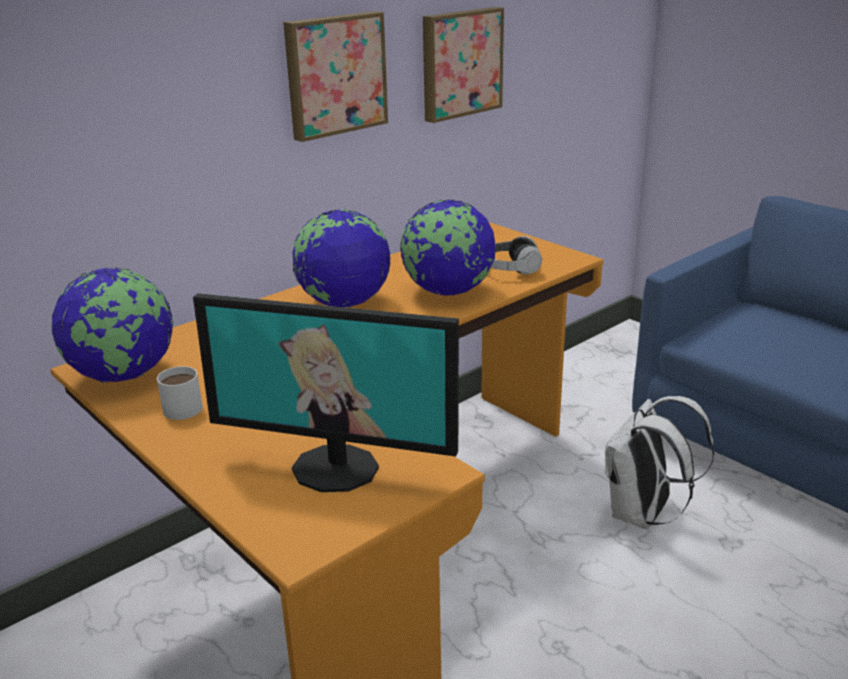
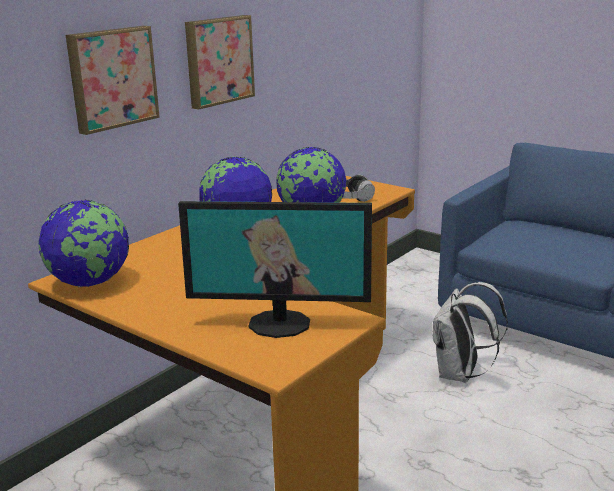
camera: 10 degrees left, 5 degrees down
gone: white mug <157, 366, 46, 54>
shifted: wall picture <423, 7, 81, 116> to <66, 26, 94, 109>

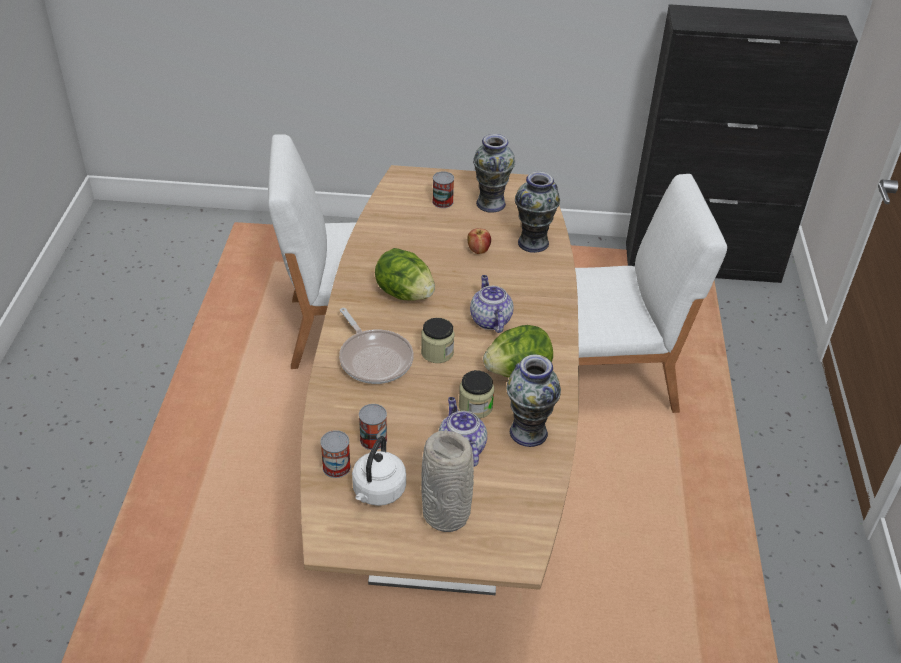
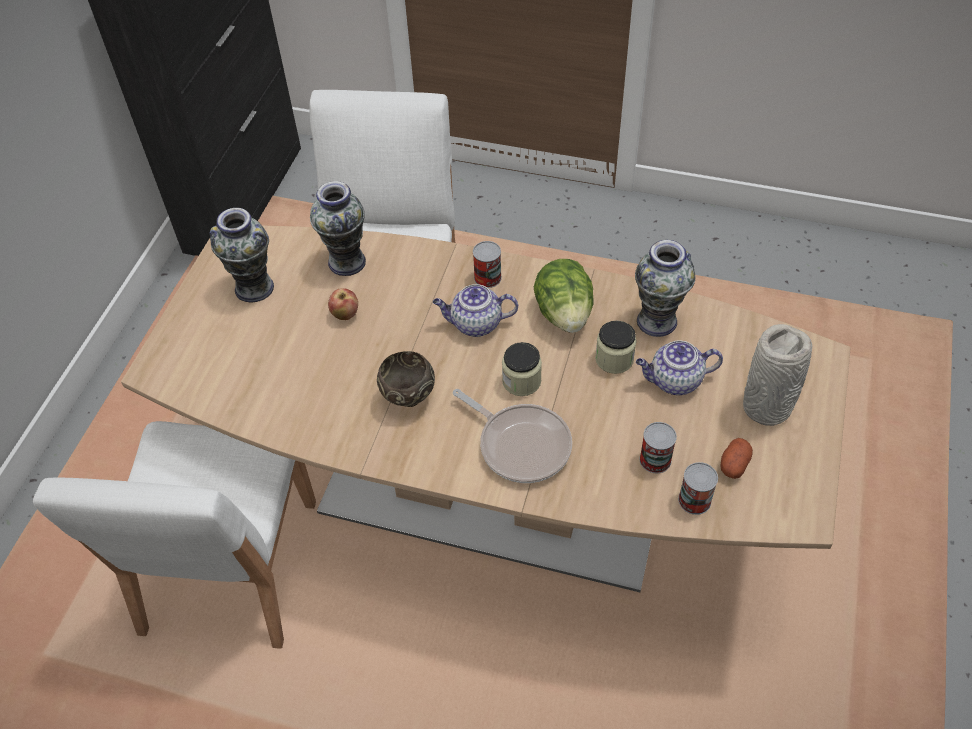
camera: 75 degrees left, 10 degrees up
shifted: metal can <432, 171, 22, 37> to <473, 241, 29, 47>
swapped: white kettle <352, 436, 54, 70> to spud <720, 438, 33, 41>; head of lettuce <375, 248, 60, 52> to brown deep dish <377, 351, 58, 56>
rotated: pan <339, 308, 75, 76> = <453, 389, 119, 94> 60 degrees clockwise

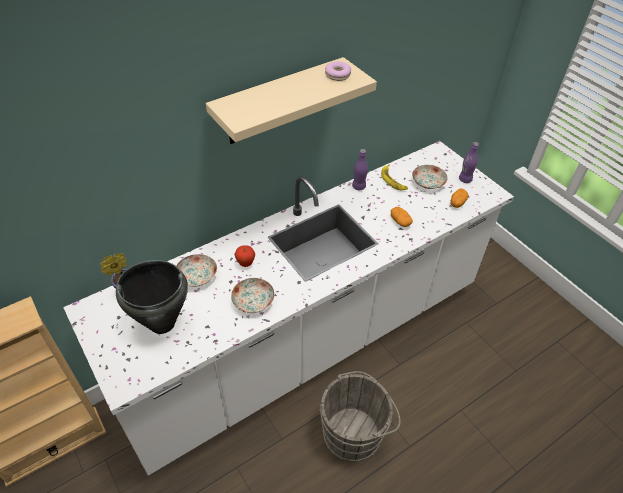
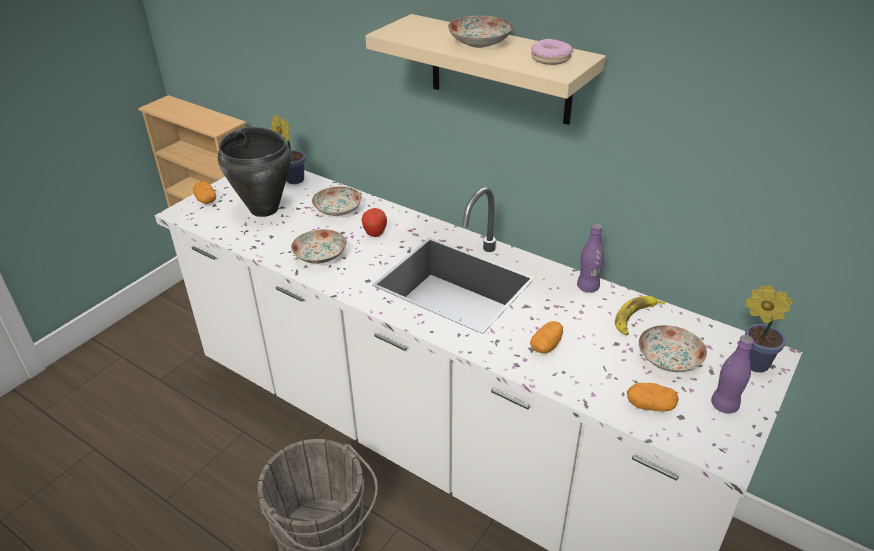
camera: 70 degrees right, 10 degrees down
new: spud <193, 181, 23, 23>; plate <448, 16, 65, 32>; plant in a pot <745, 285, 48, 87>

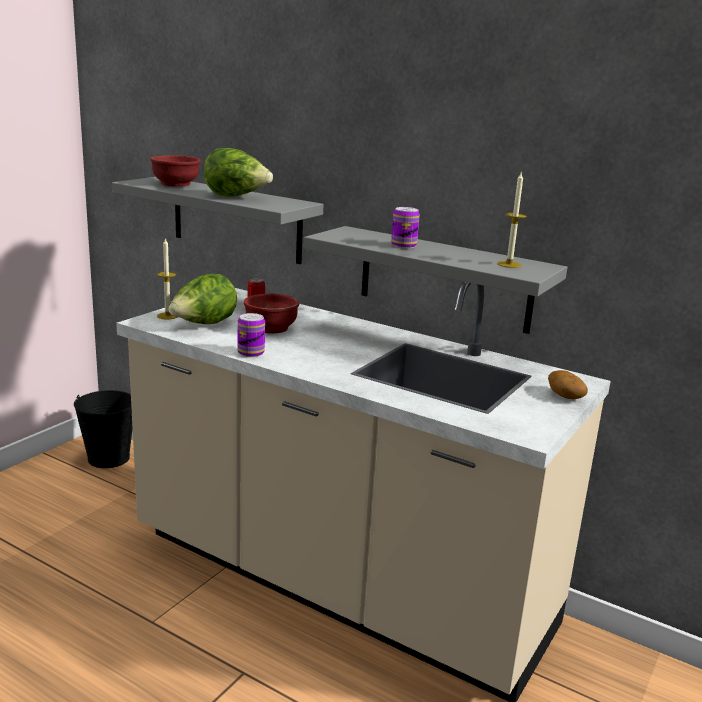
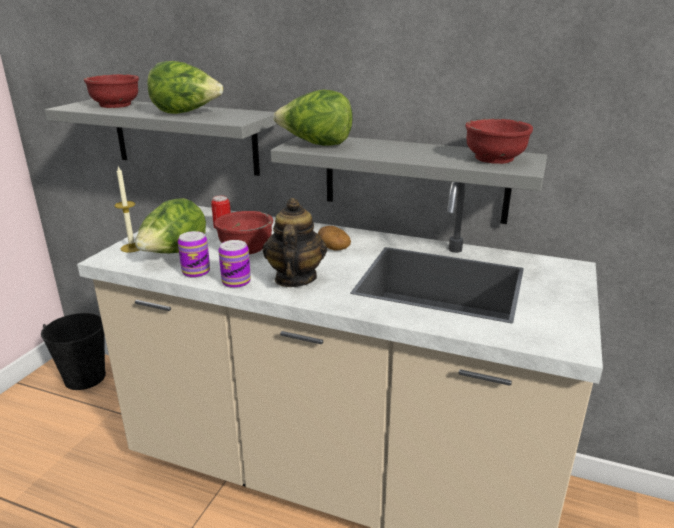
camera: 10 degrees left, 5 degrees up
new: pot for tea <263, 198, 64, 89>; head of lettuce <273, 90, 80, 56>
shifted: metal can <391, 207, 29, 42> to <178, 231, 32, 47>; spud <548, 370, 40, 29> to <318, 226, 33, 24>
swapped: candle <497, 173, 30, 95> to red-coloured deep dish <465, 119, 68, 45>

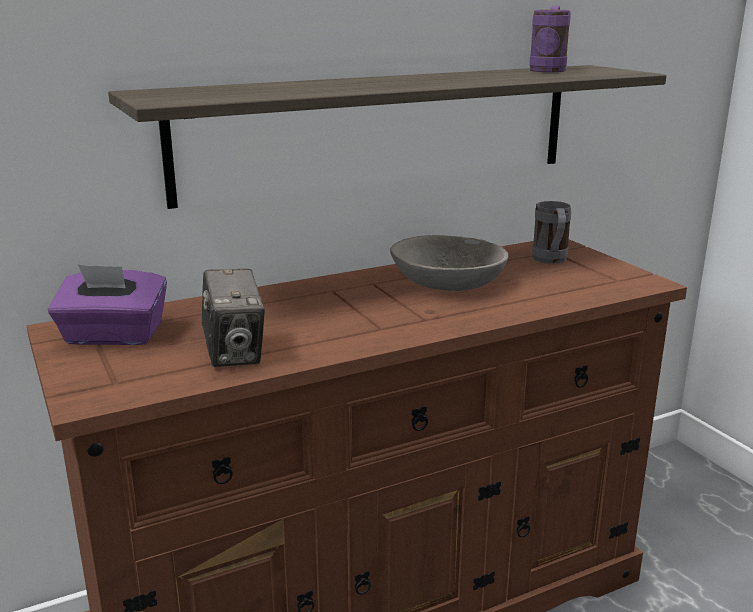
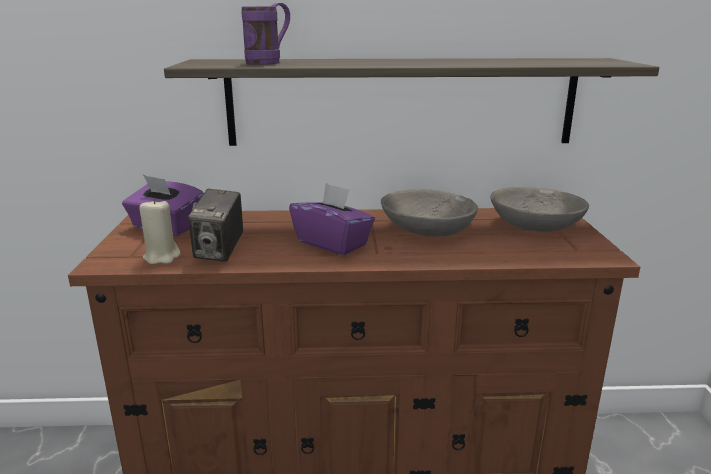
camera: 25 degrees right, 0 degrees up
new: beige candle <139, 198, 41, 66>; purple box of tissues <289, 183, 86, 72>
shifted: purple mug <529, 6, 42, 66> to <241, 3, 49, 62>
swapped: greyish mug <532, 201, 39, 63> to greyish deep dish <490, 187, 99, 44>

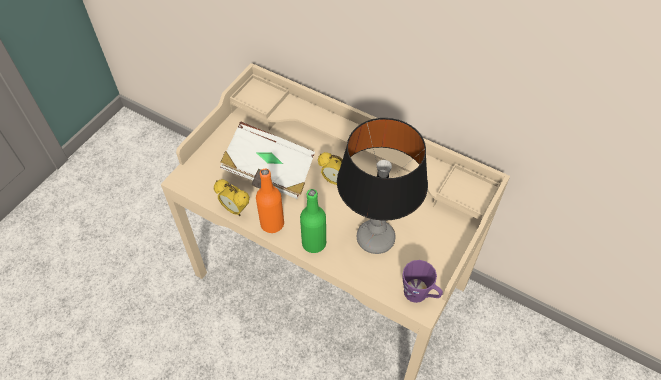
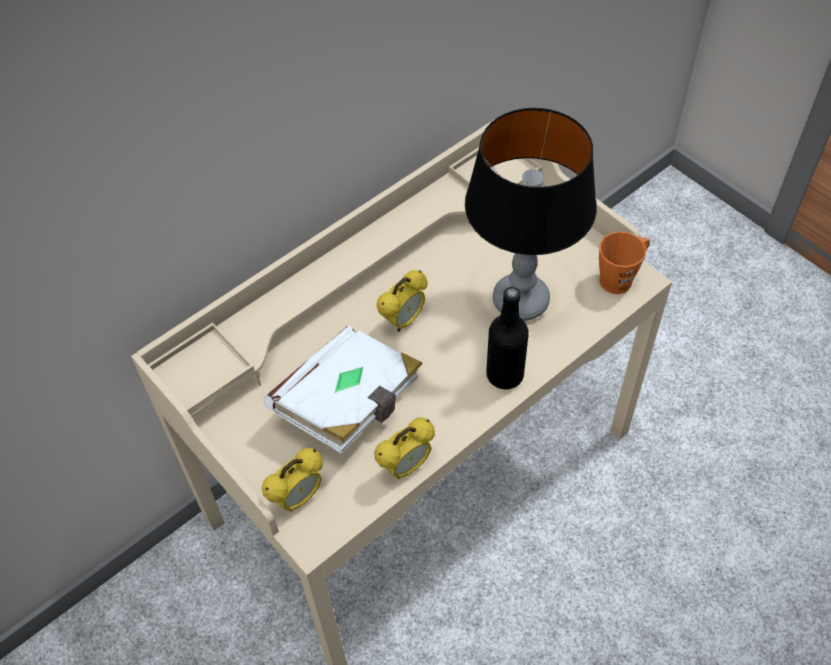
camera: 70 degrees left, 0 degrees up
gone: orange drink bottle <256, 169, 28, 64>
new: table clock <262, 448, 61, 63>
repainted: greenish drink bottle <300, 189, 26, 64> to blackish drink bottle <486, 287, 43, 102>; purple mug <403, 260, 40, 43> to orange mug <599, 231, 51, 63>

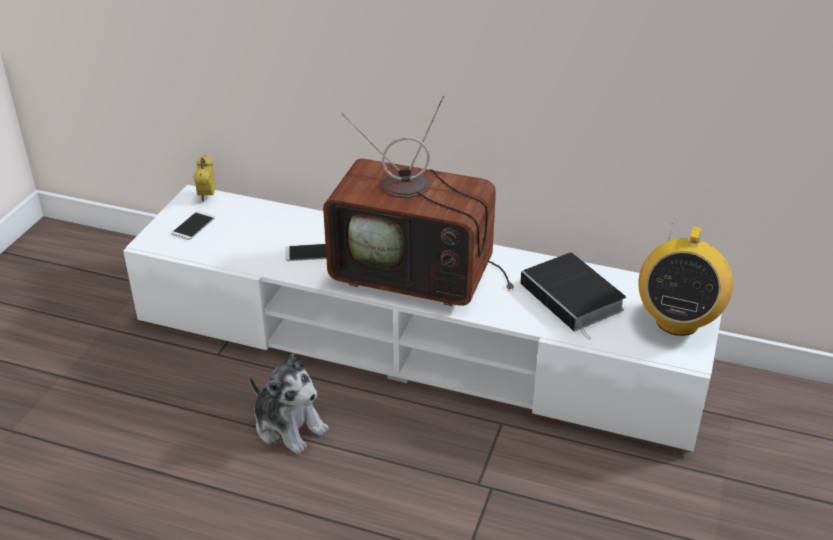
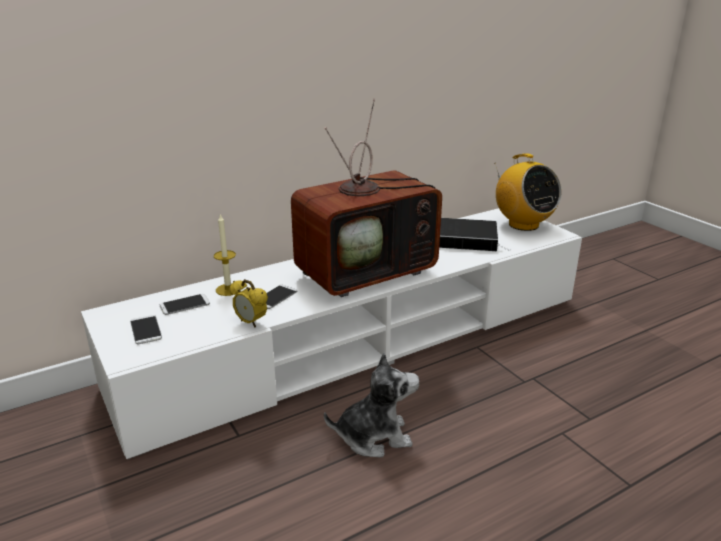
camera: 50 degrees left, 10 degrees down
new: handset <160, 294, 50, 21>; candle <214, 213, 27, 83>
shifted: table clock <193, 155, 22, 46> to <229, 279, 39, 49>

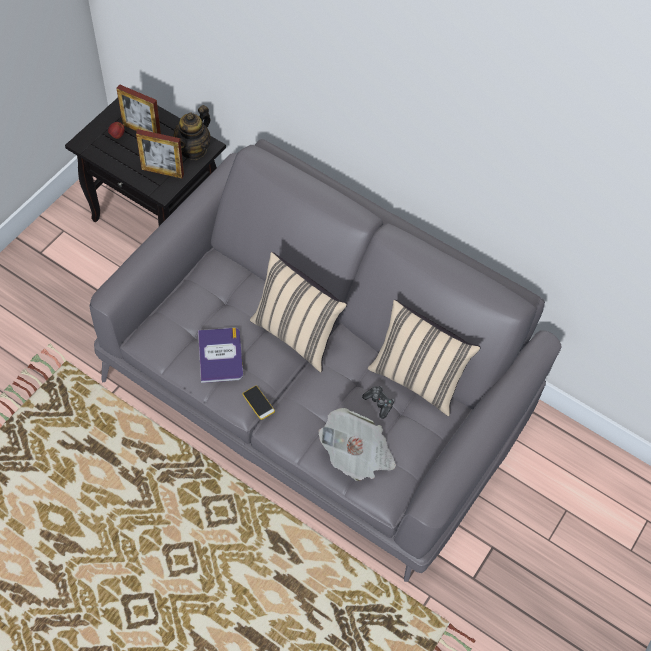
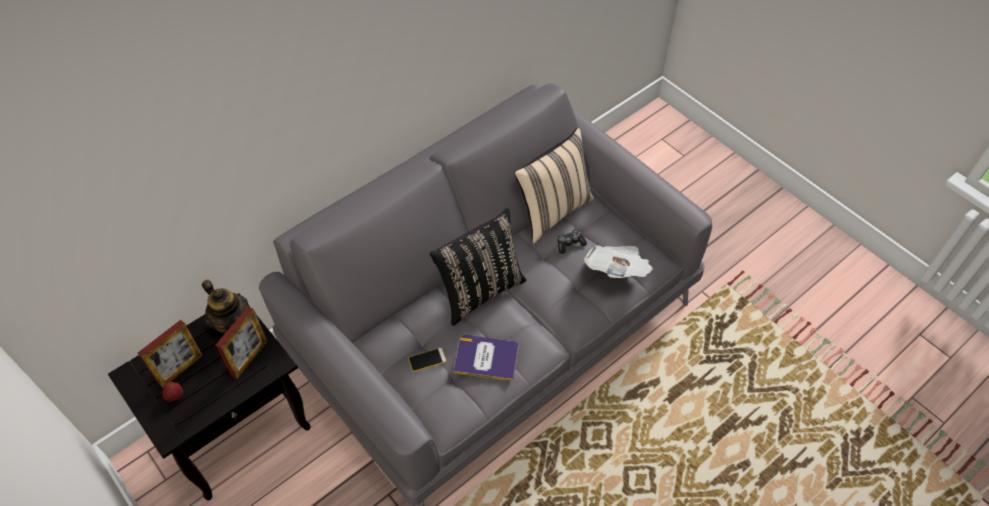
camera: 70 degrees left, 5 degrees down
shifted: handset <243, 386, 32, 34> to <408, 348, 39, 24>
repainted: beige throw pillow <250, 252, 97, 120> to blackish throw pillow <429, 208, 98, 118>

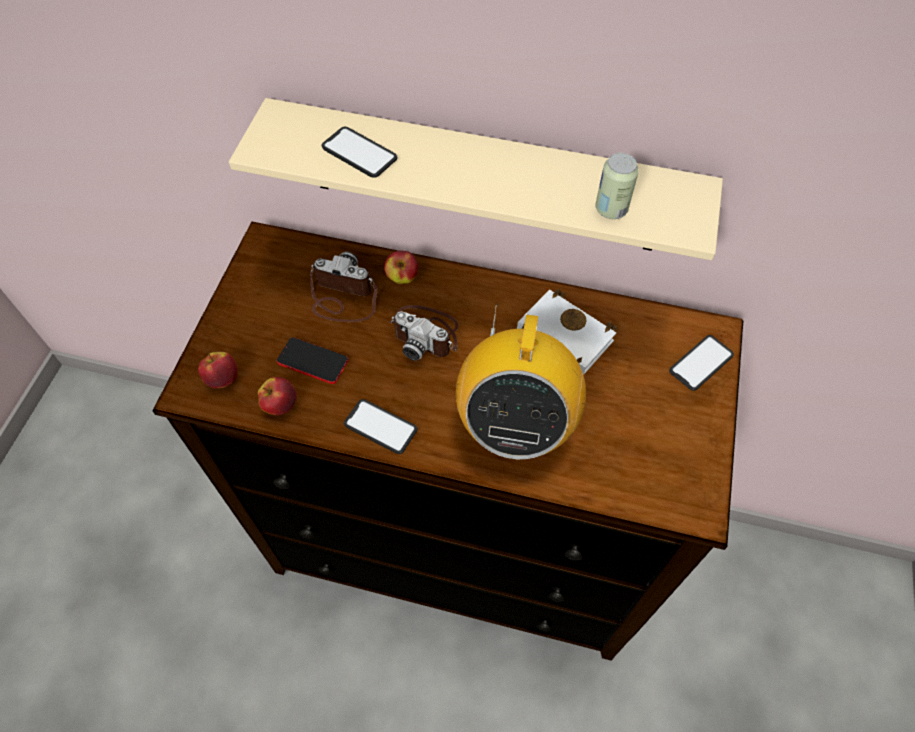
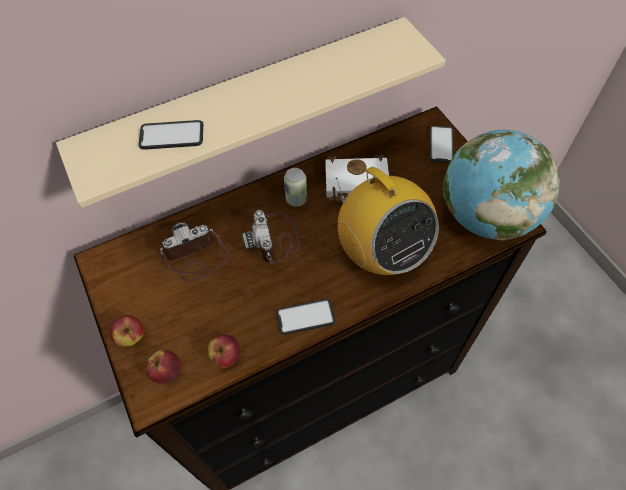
camera: 40 degrees left, 0 degrees up
gone: handset <276, 337, 72, 47>
new: world globe <443, 130, 117, 110>
shifted: whole apple <384, 251, 35, 33> to <109, 315, 34, 32>; metal can <595, 153, 44, 66> to <284, 168, 23, 39>
rotated: still camera <390, 305, 69, 56> = <241, 210, 60, 54> 90 degrees clockwise

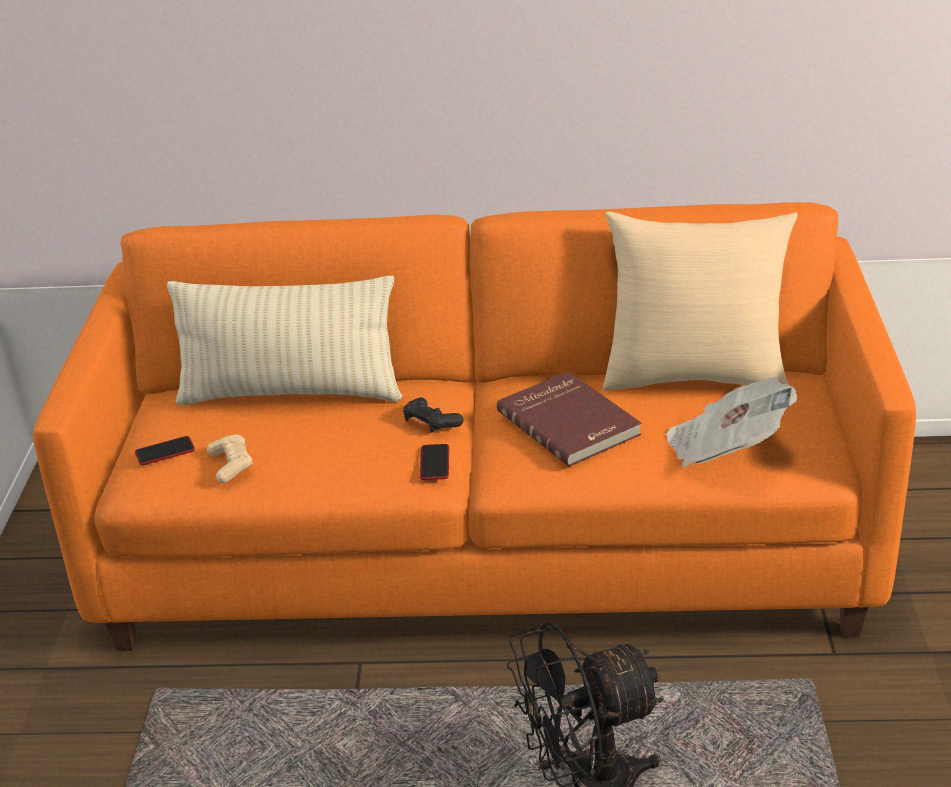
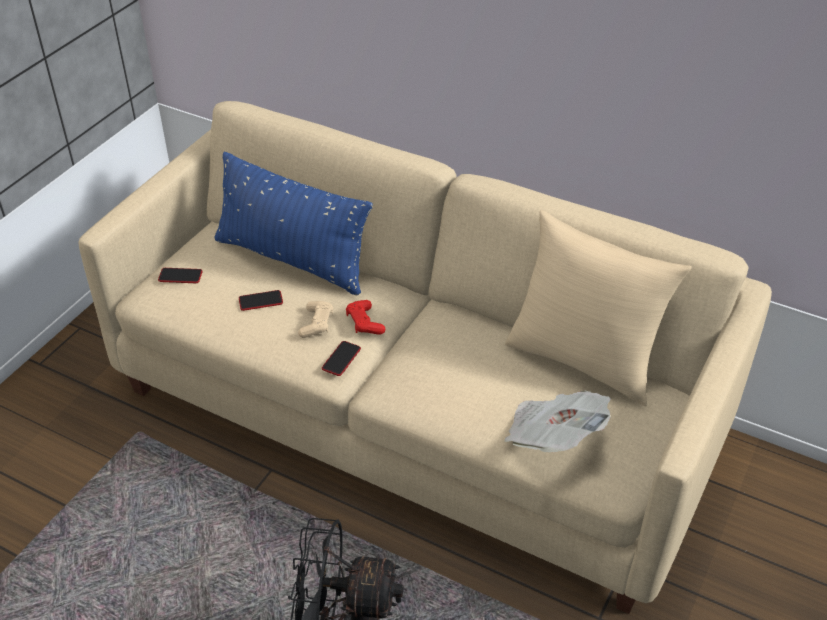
camera: 25 degrees right, 10 degrees up
gone: red-coloured volume <497, 371, 144, 96>
new: handset <239, 290, 44, 21>
shifted: beige joypad <207, 435, 46, 48> to <298, 301, 35, 37>
repainted: orange sofa <33, 202, 883, 449> to beige sofa <78, 101, 694, 513>; beige throw pillow <167, 276, 235, 129> to bluish throw pillow <214, 152, 159, 144>; blackish joypad <403, 397, 60, 36> to red-coloured joypad <346, 300, 39, 35>

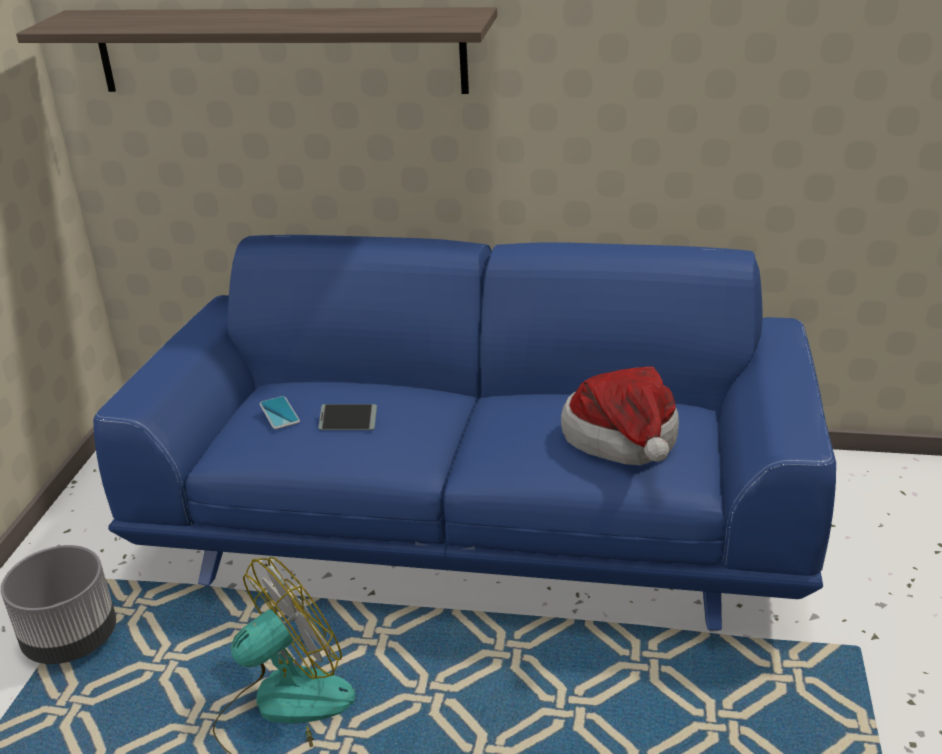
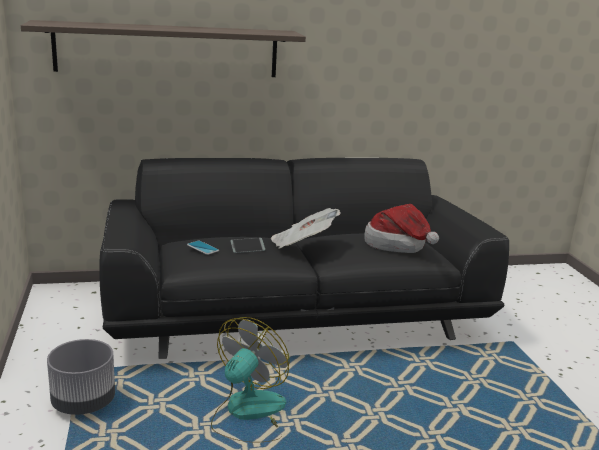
camera: 25 degrees left, 10 degrees down
new: daily paper <271, 208, 69, 41>
repainted: bluish sofa <93, 235, 743, 395> to blackish sofa <99, 158, 410, 201>

